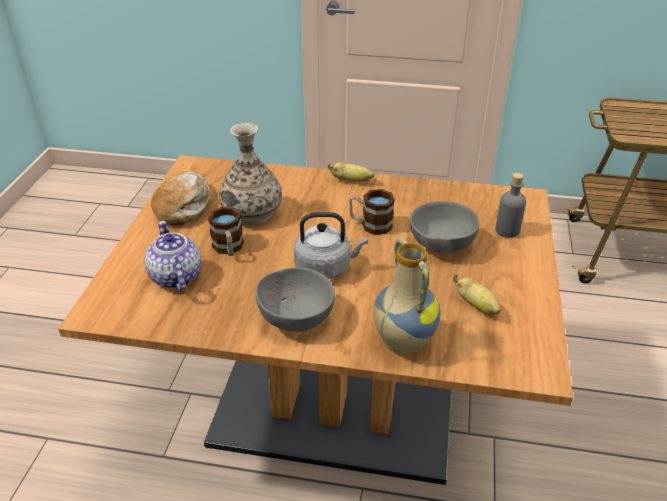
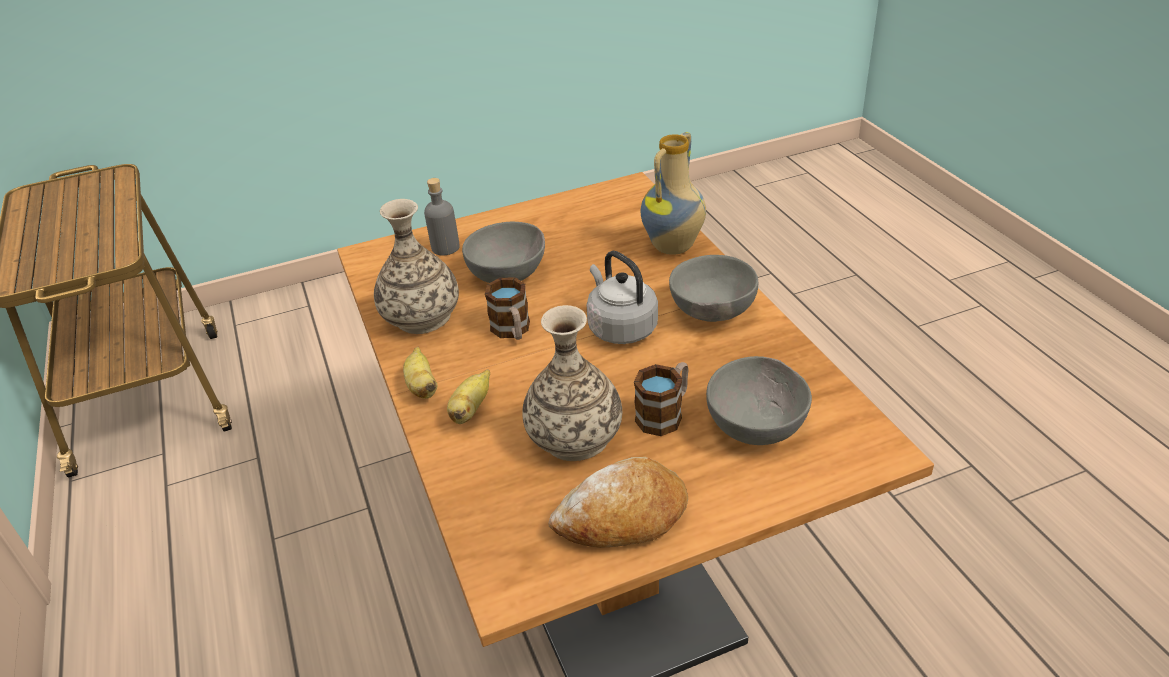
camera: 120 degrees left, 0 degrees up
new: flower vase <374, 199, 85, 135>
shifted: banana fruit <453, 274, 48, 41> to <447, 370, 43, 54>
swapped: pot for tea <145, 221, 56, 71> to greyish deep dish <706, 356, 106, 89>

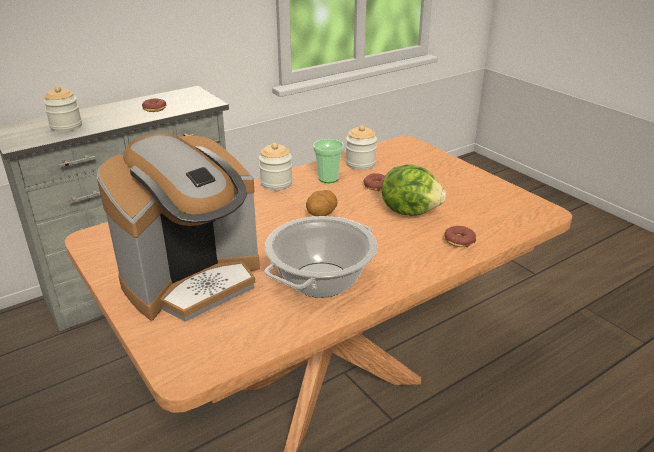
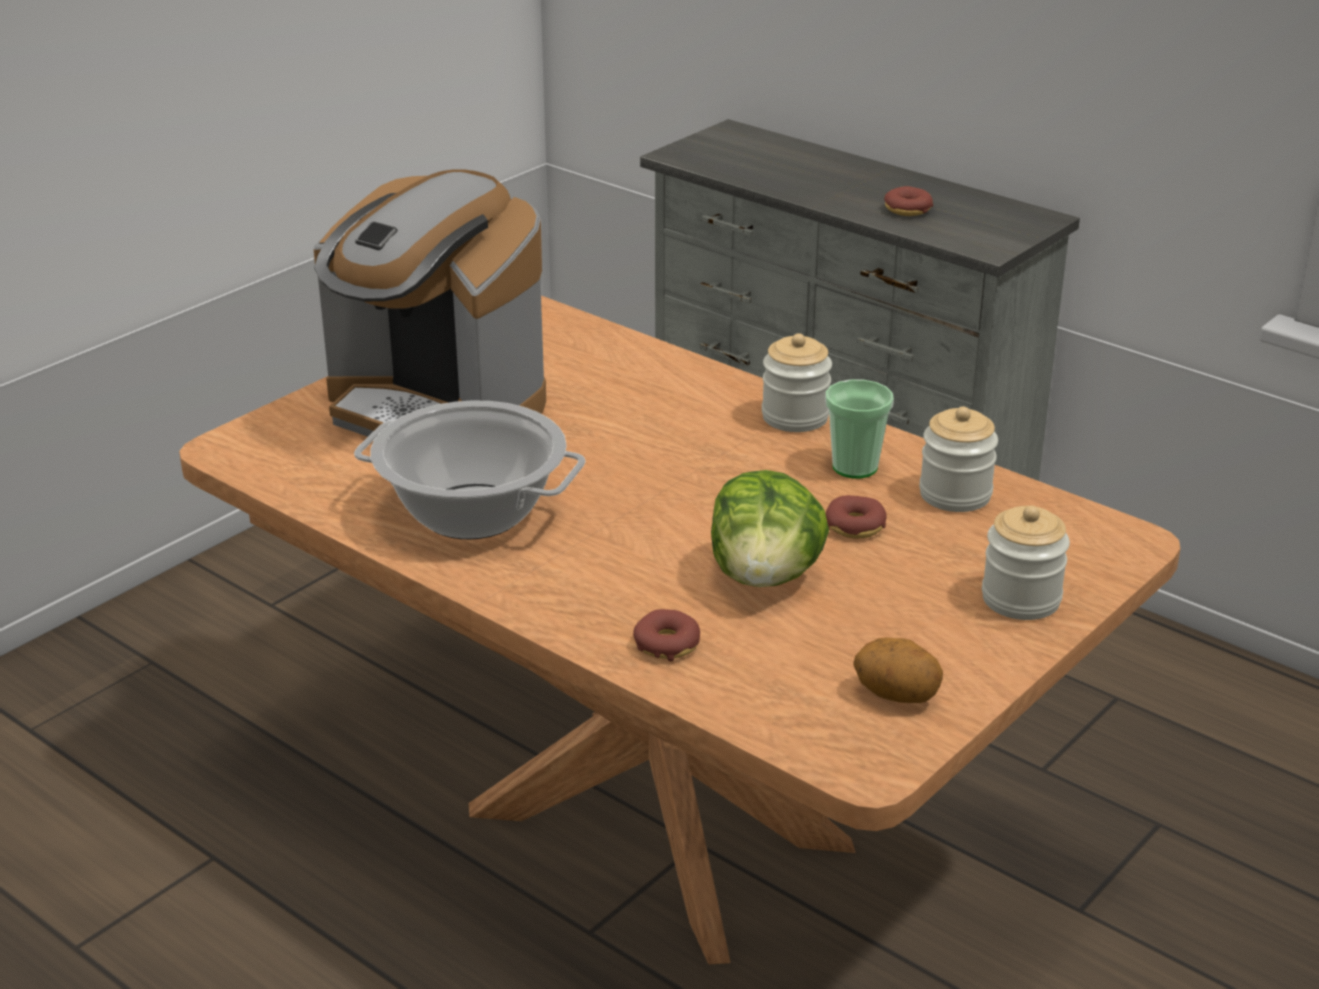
camera: 75 degrees right, 0 degrees up
shifted: jar <43, 86, 39, 46> to <982, 506, 88, 114>; spud <306, 190, 31, 26> to <853, 637, 90, 66>

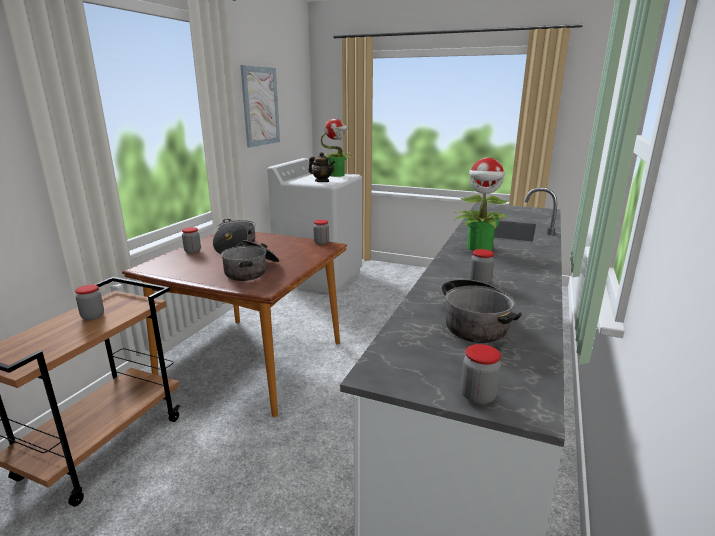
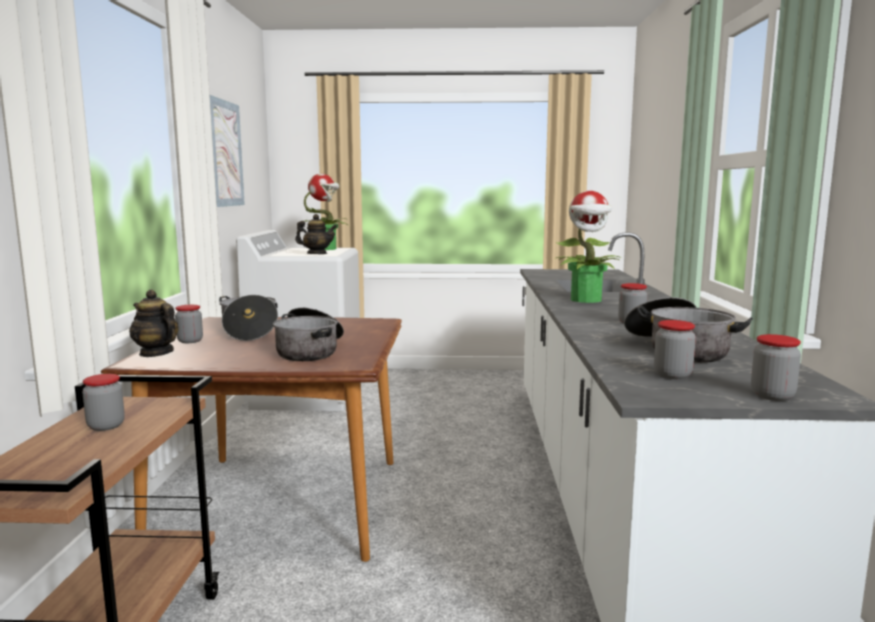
camera: 20 degrees left, 10 degrees down
new: pot for tea <129, 290, 49, 67>
shifted: jar <313, 220, 16, 25> to <654, 320, 42, 59>

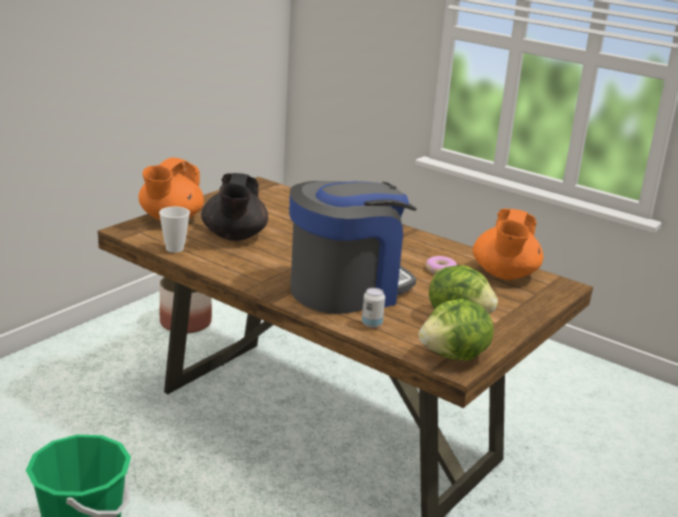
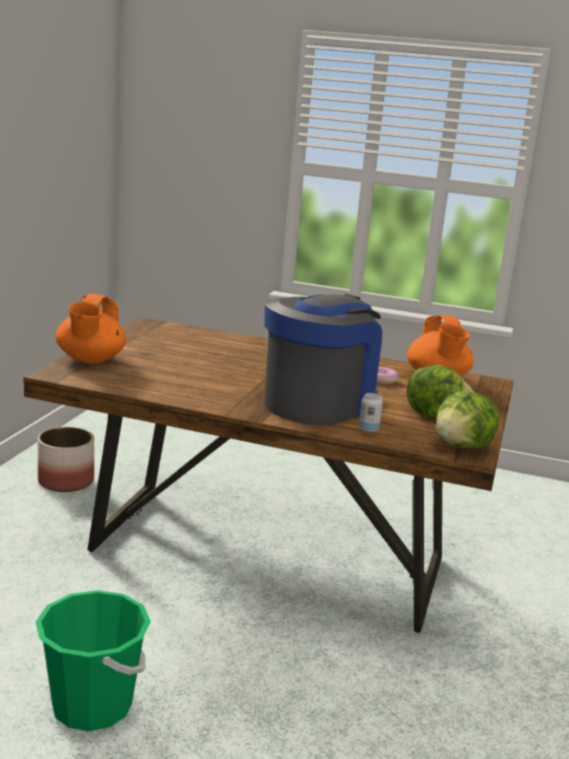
camera: 20 degrees left, 5 degrees down
gone: cup <159, 207, 31, 46>; blackish pot for tea <201, 173, 67, 68>

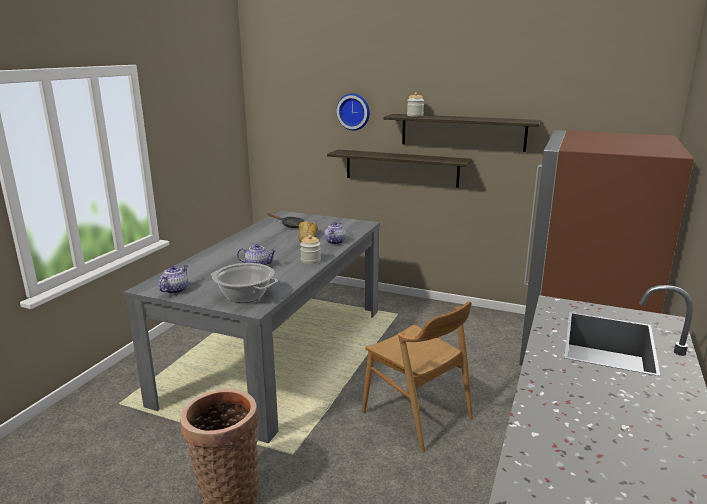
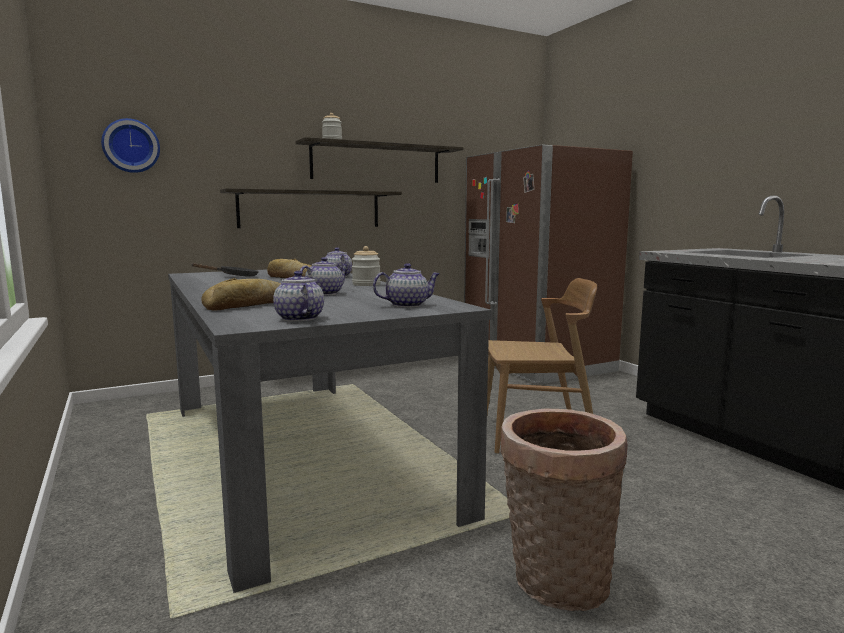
camera: 50 degrees left, 10 degrees down
new: bakery bread <201, 278, 80, 33>
shifted: clock on the wall <336, 93, 34, 38> to <101, 118, 59, 55>
swapped: stockpot <210, 263, 68, 40> to pot for tea <373, 263, 67, 45>

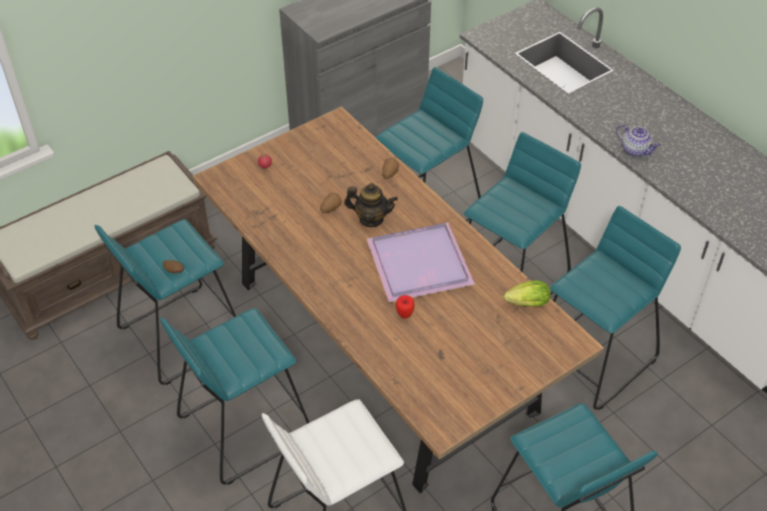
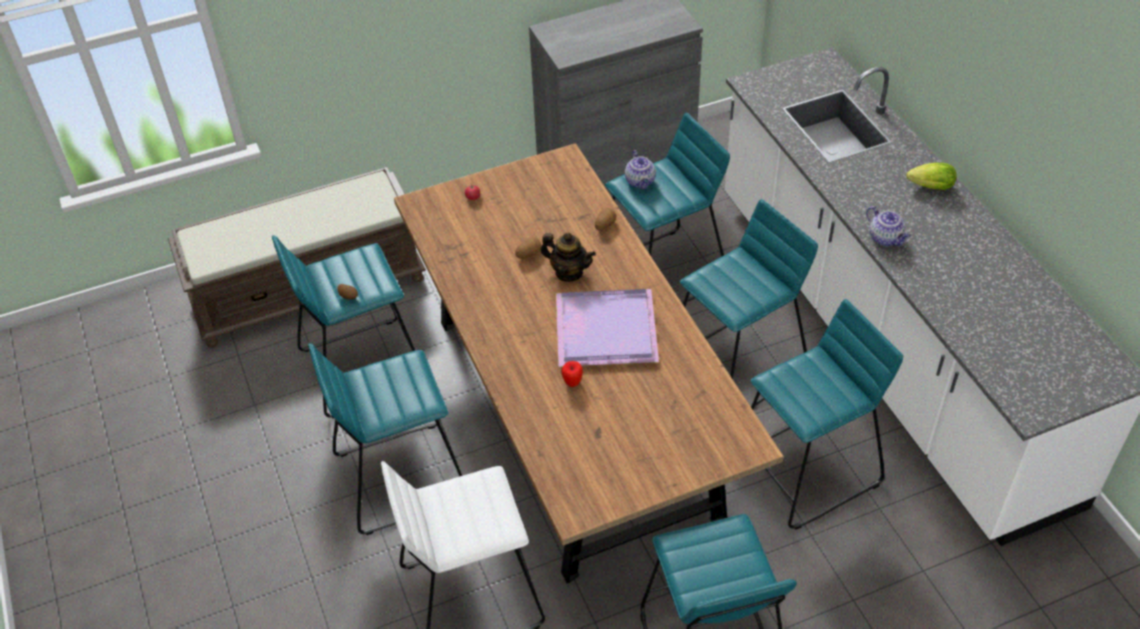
camera: 15 degrees right, 0 degrees up
new: pot for tea <625, 150, 31, 39>
shifted: head of lettuce <504, 280, 47, 27> to <906, 163, 51, 27>

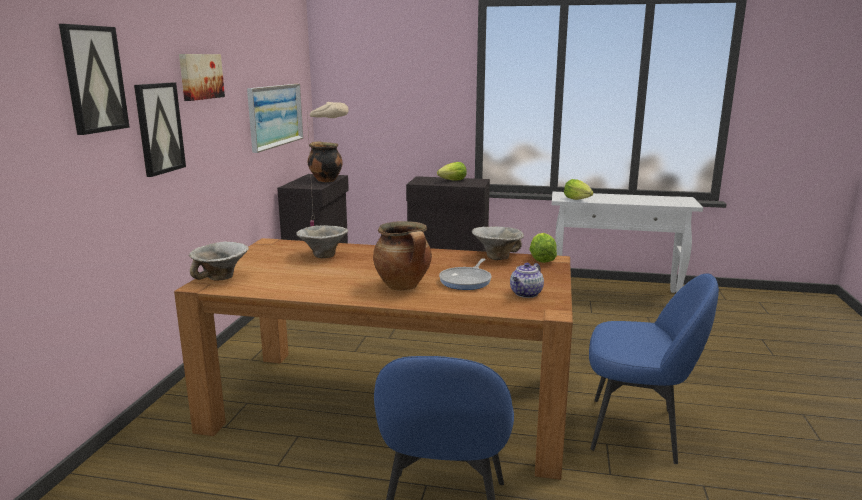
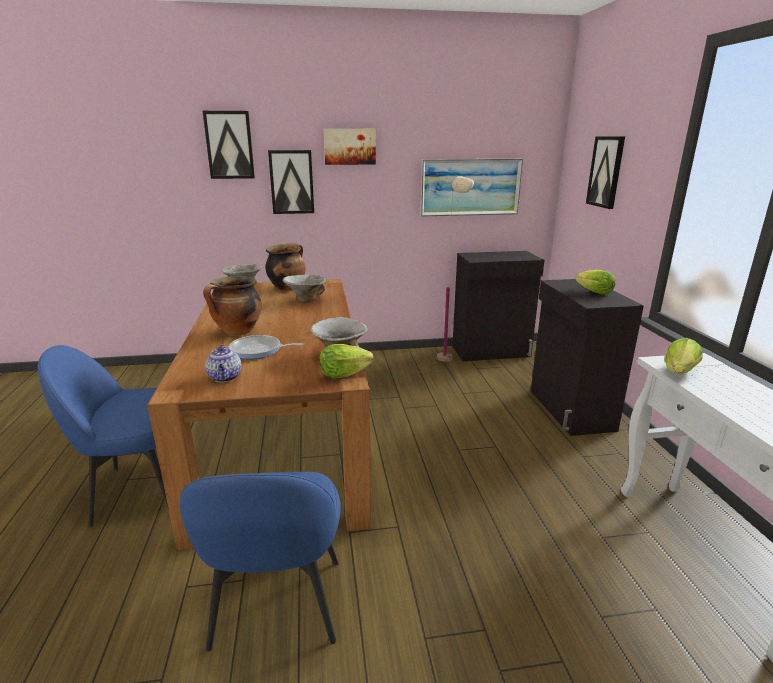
camera: 70 degrees right, 5 degrees up
new: wall picture <586, 136, 39, 73>
shifted: stockpot <308, 141, 35, 41> to <265, 243, 41, 48>
rotated: pot for tea <510, 263, 34, 35> = <205, 344, 37, 38> 120 degrees counterclockwise

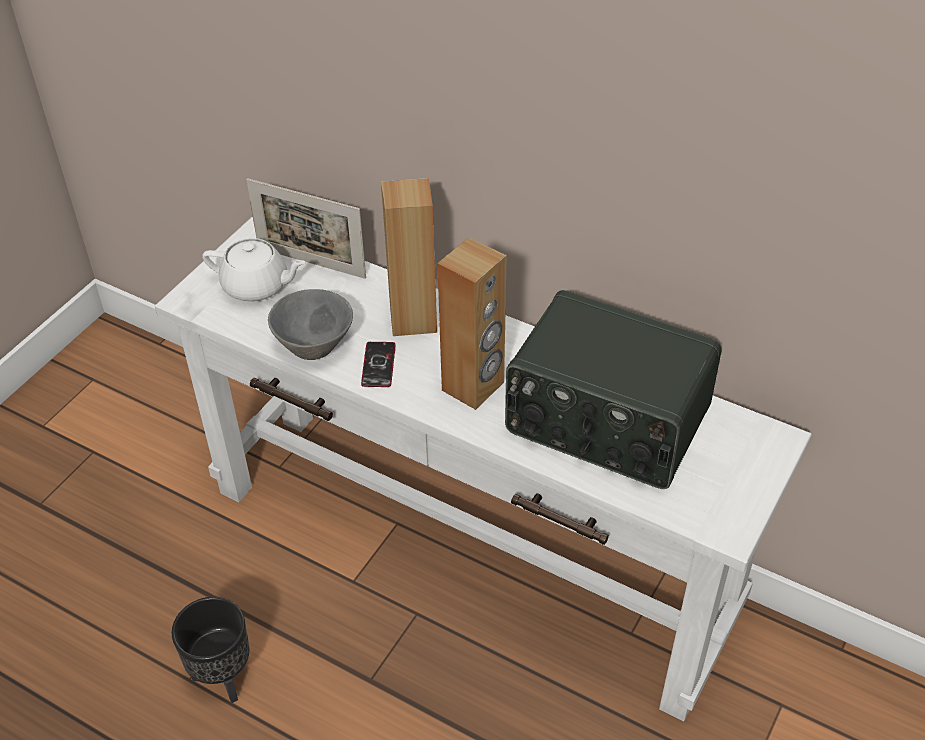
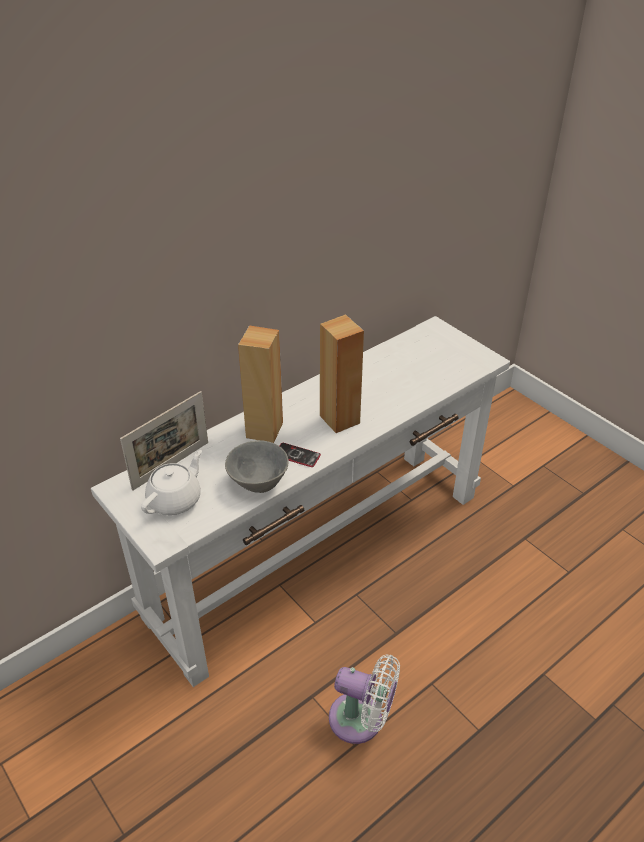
camera: 70 degrees left, 5 degrees down
gone: radio receiver <505, 290, 217, 199>
swapped: blackish plant pot <172, 597, 77, 106> to white fan <329, 655, 71, 89>

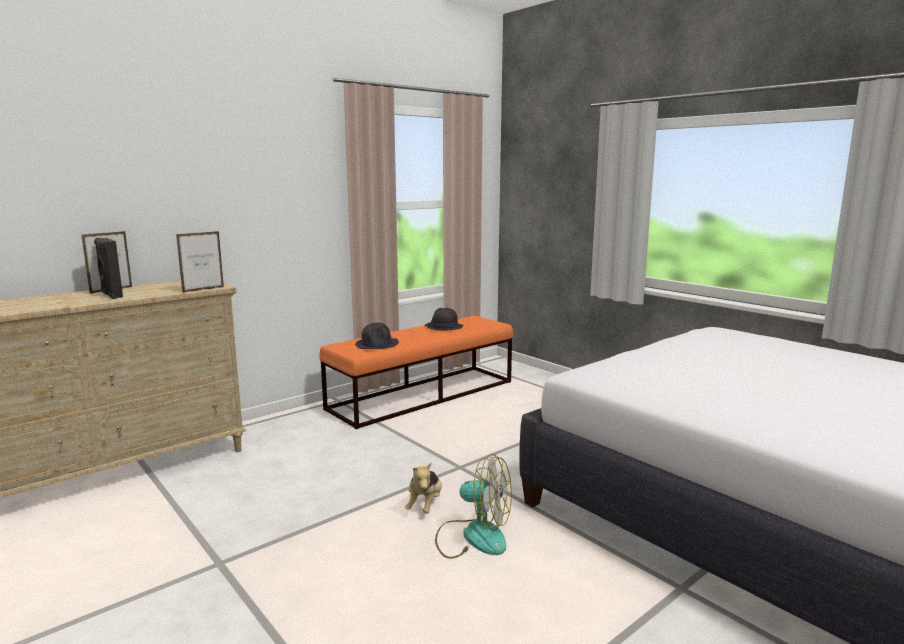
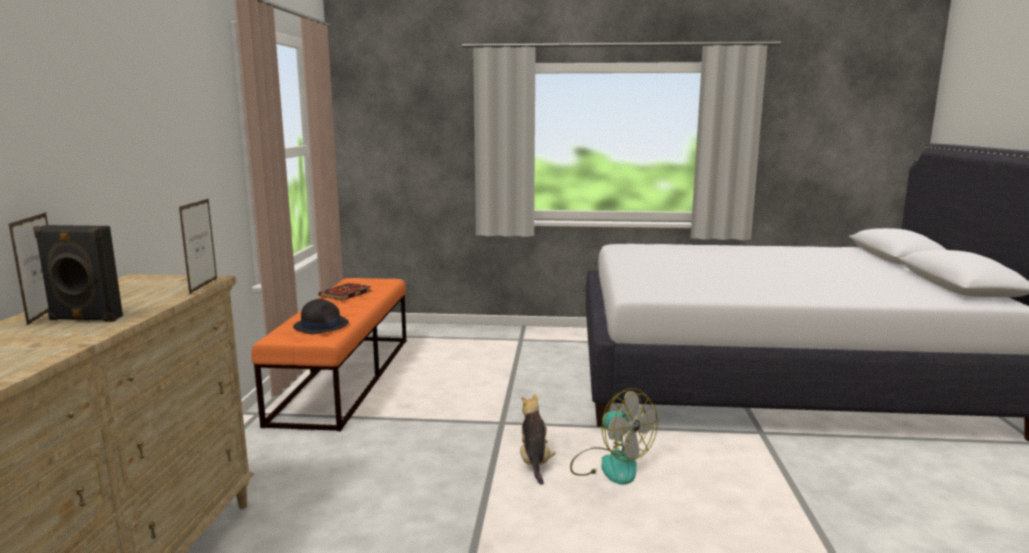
camera: 45 degrees left, 0 degrees up
swapped: blackish hat <425, 308, 38, 23> to volume <318, 283, 54, 17>
rotated: soft toy <405, 463, 37, 51> = <520, 394, 36, 91> 150 degrees counterclockwise; fan <435, 454, 77, 105> = <570, 388, 88, 97> 75 degrees clockwise

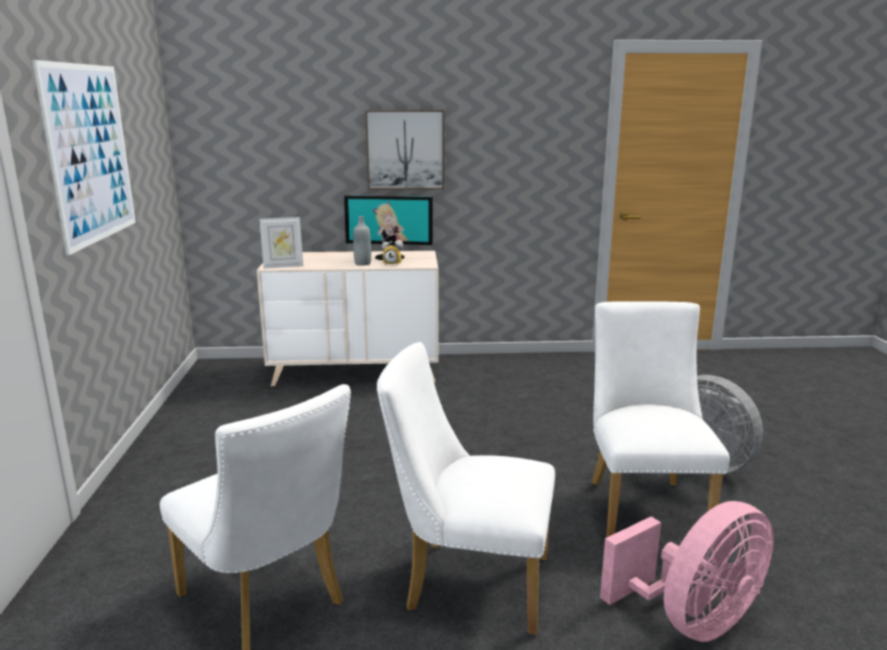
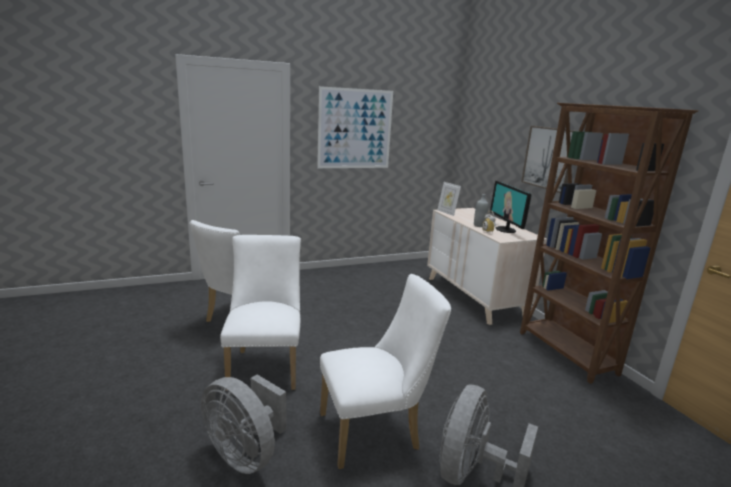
camera: 70 degrees right, 0 degrees up
new: brown bookcase <520, 103, 178, 281>
repainted: pink-coloured fan <600, 501, 174, 141> to greyish fan <201, 375, 85, 99>

